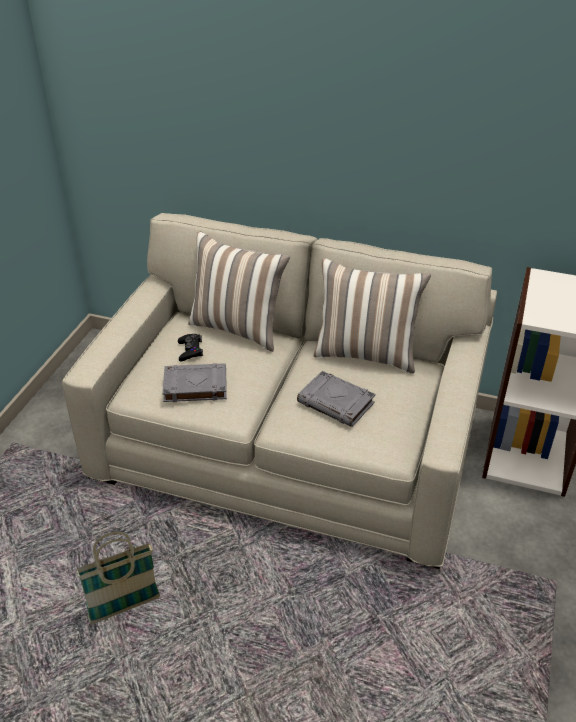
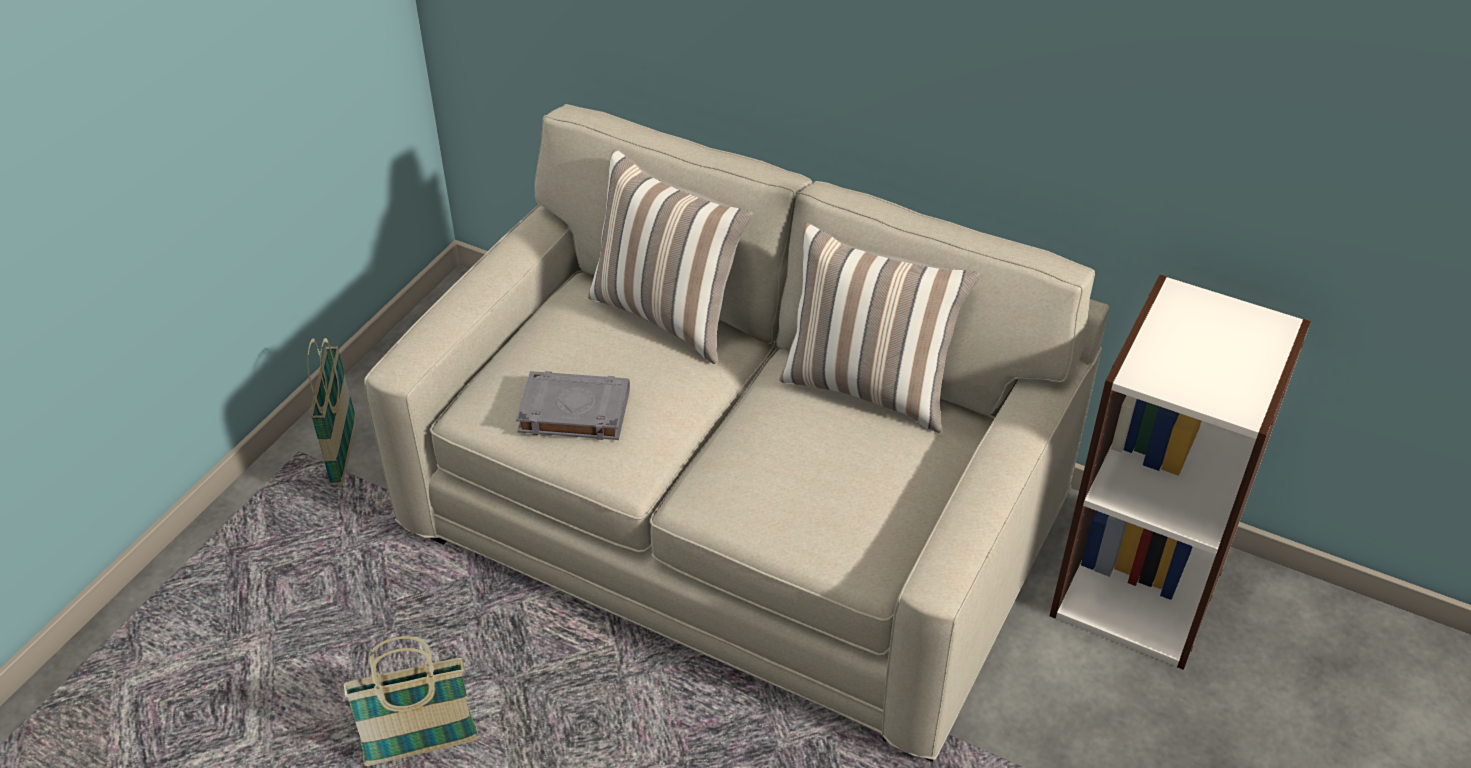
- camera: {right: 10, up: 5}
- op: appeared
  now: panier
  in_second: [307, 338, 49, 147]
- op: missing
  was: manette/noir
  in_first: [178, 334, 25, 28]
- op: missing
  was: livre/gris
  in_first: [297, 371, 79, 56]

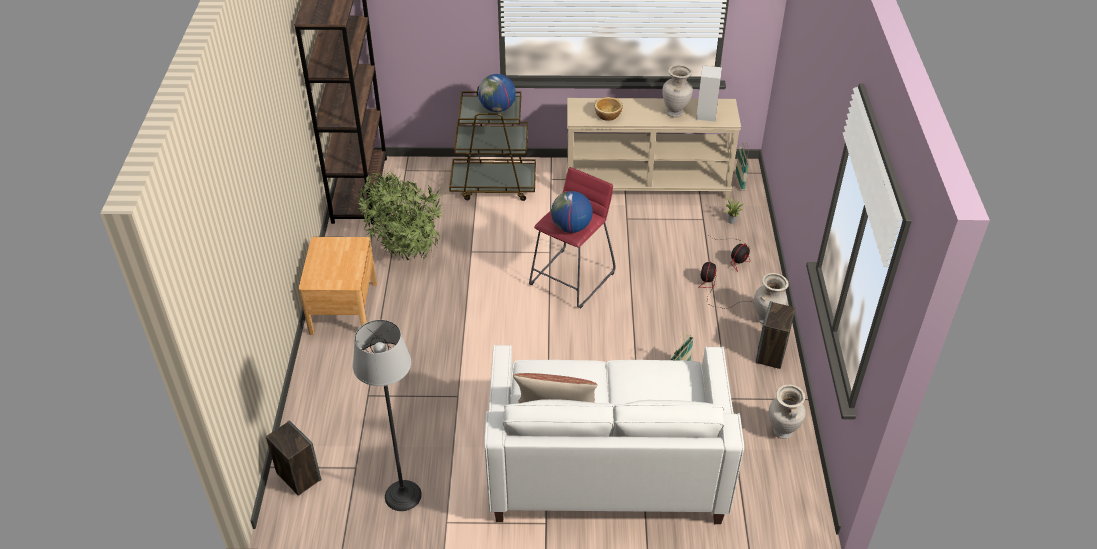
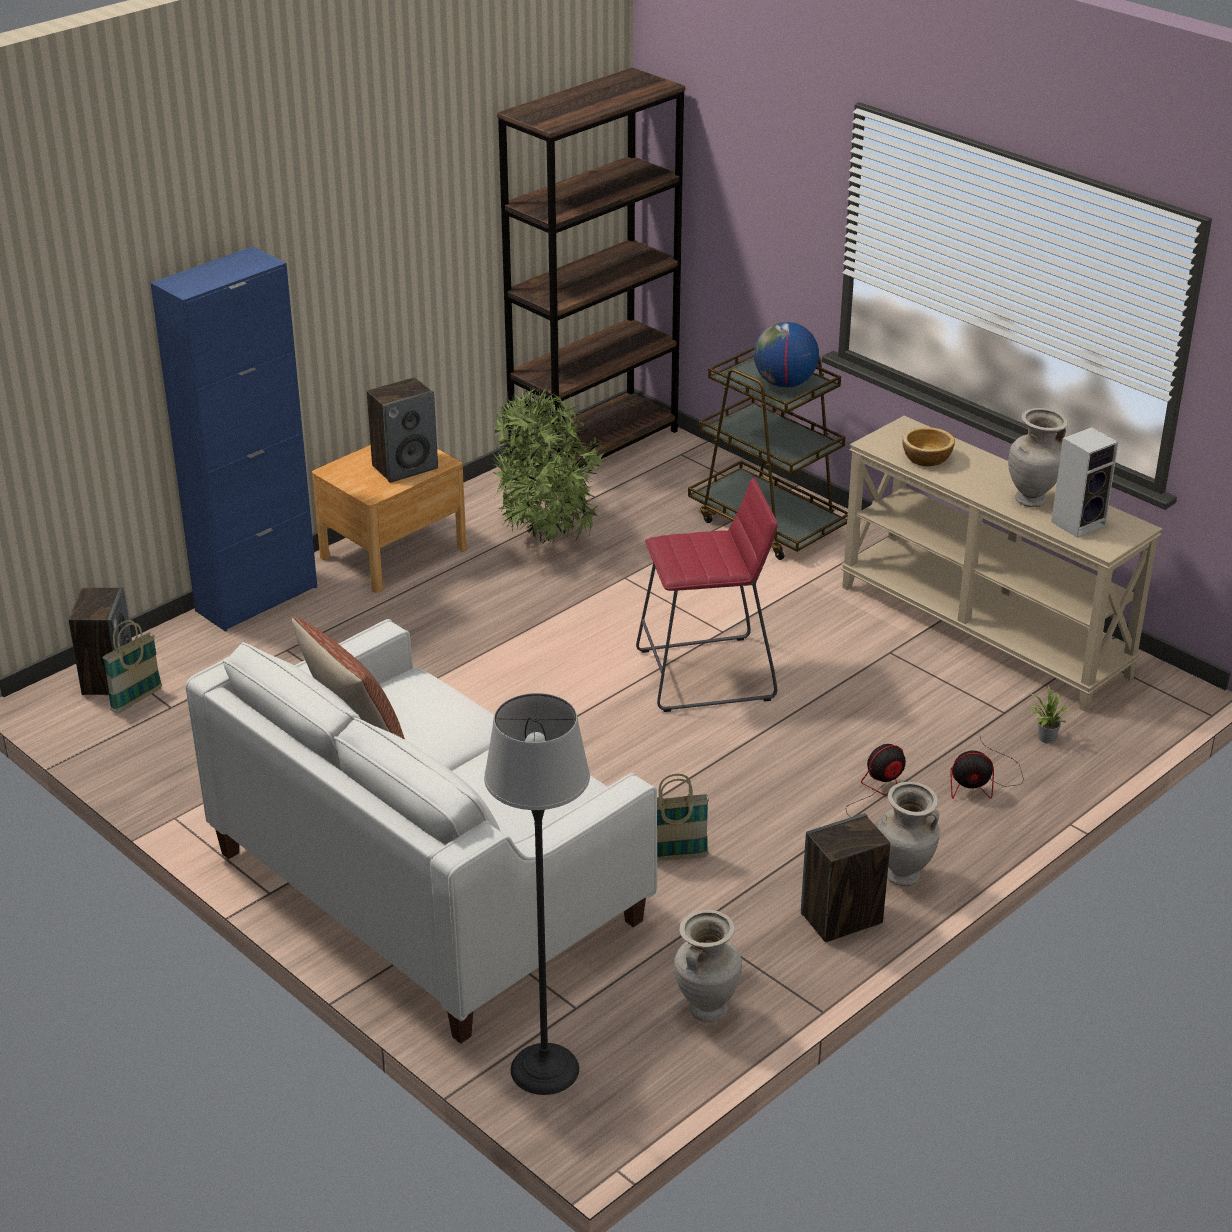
- camera: {right: 45, up: -10}
- op: relocated
  was: panier
  in_first: [735, 143, 14, 48]
  in_second: [102, 620, 60, 93]
- op: appeared
  now: meuble de rangement/bleu
  in_second: [150, 247, 167, 385]
- op: appeared
  now: enceinte
  in_second: [367, 377, 71, 106]
- op: relocated
  was: lampadaire
  in_first: [353, 320, 69, 191]
  in_second: [484, 693, 106, 402]
- op: missing
  was: globe
  in_first: [551, 191, 42, 42]

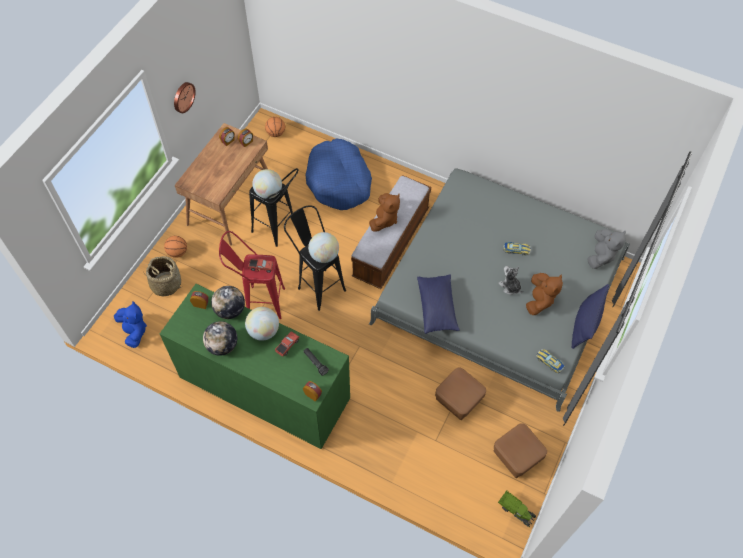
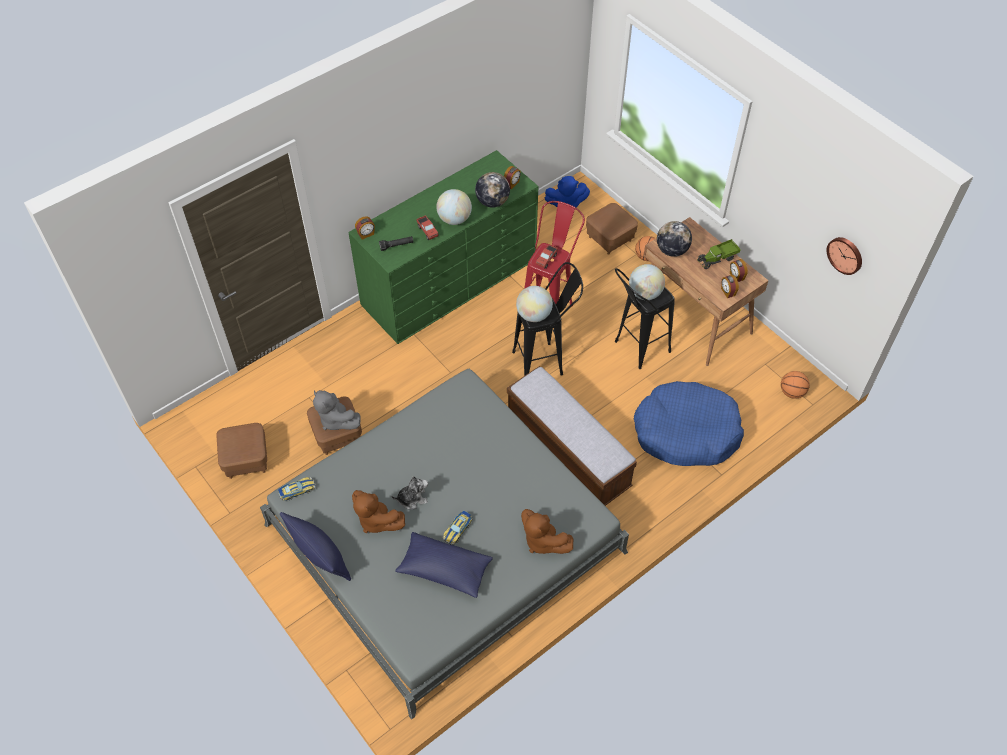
- camera: {right: 115, up: -5}
- op: relocated
  was: peluche/gris
  in_first: [588, 229, 38, 40]
  in_second: [313, 390, 48, 40]
- op: relocated
  was: coussin/bleu
  in_first: [417, 274, 42, 60]
  in_second: [395, 532, 98, 66]
- op: relocated
  was: peluche/marron
  in_first: [369, 193, 31, 39]
  in_second: [521, 509, 52, 45]
- op: exchanged
  was: panier
  now: pouf/marron
  in_first: [145, 256, 36, 41]
  in_second: [586, 203, 52, 52]
- op: relocated
  was: globe
  in_first: [203, 321, 34, 35]
  in_second: [657, 221, 35, 36]
- op: relocated
  was: camion jouet
  in_first: [498, 490, 38, 37]
  in_second: [698, 239, 43, 30]
- op: relocated
  was: horloge murale
  in_first: [174, 82, 22, 31]
  in_second: [827, 237, 35, 38]

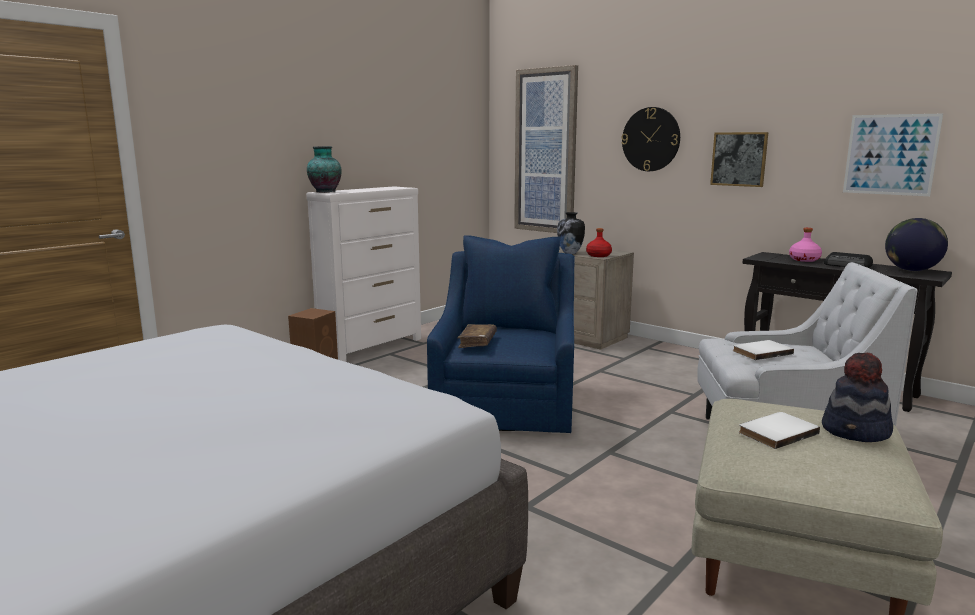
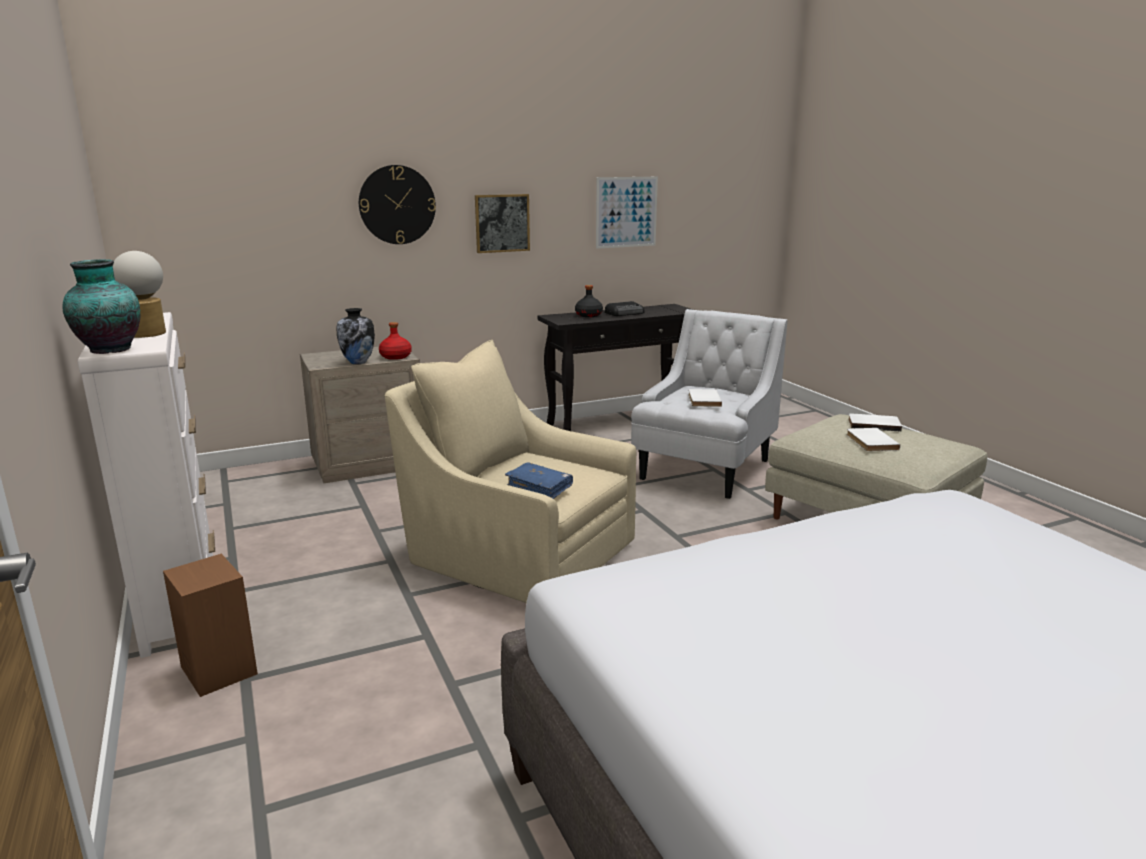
- camera: {right: -65, up: 5}
- op: appeared
  now: lampe de table
  in_second: [113, 251, 53, 87]
- op: colour
  was: fauteuil/bleu
  now: fauteuil/beige
  in_first: [427, 236, 148, 197]
  in_second: [384, 340, 252, 263]
- op: colour
  was: livre/marron
  now: livre/bleu
  in_first: [457, 324, 40, 24]
  in_second: [505, 462, 68, 37]
- op: colour
  was: bouteille/rose
  now: bouteille/noir
  in_first: [789, 228, 33, 34]
  in_second: [575, 285, 28, 32]
- op: exchanged
  was: chapeau
  now: livre/blanc
  in_first: [822, 353, 71, 89]
  in_second: [848, 413, 54, 19]
- op: missing
  was: tableau
  in_first: [514, 65, 64, 168]
- op: missing
  was: globe
  in_first: [885, 218, 63, 53]

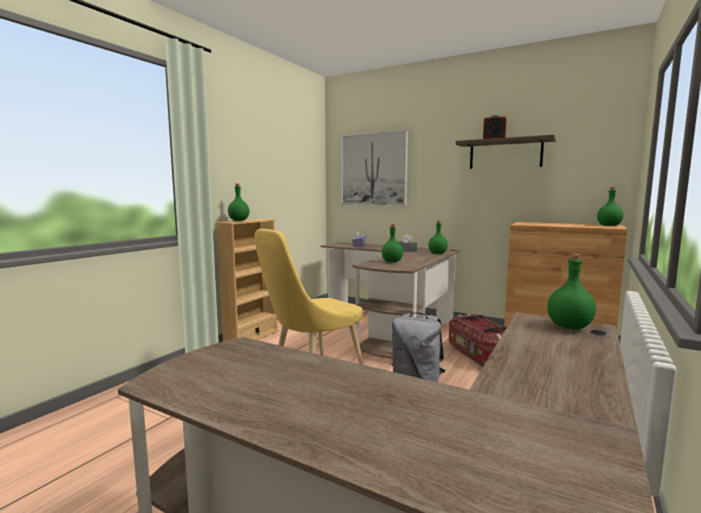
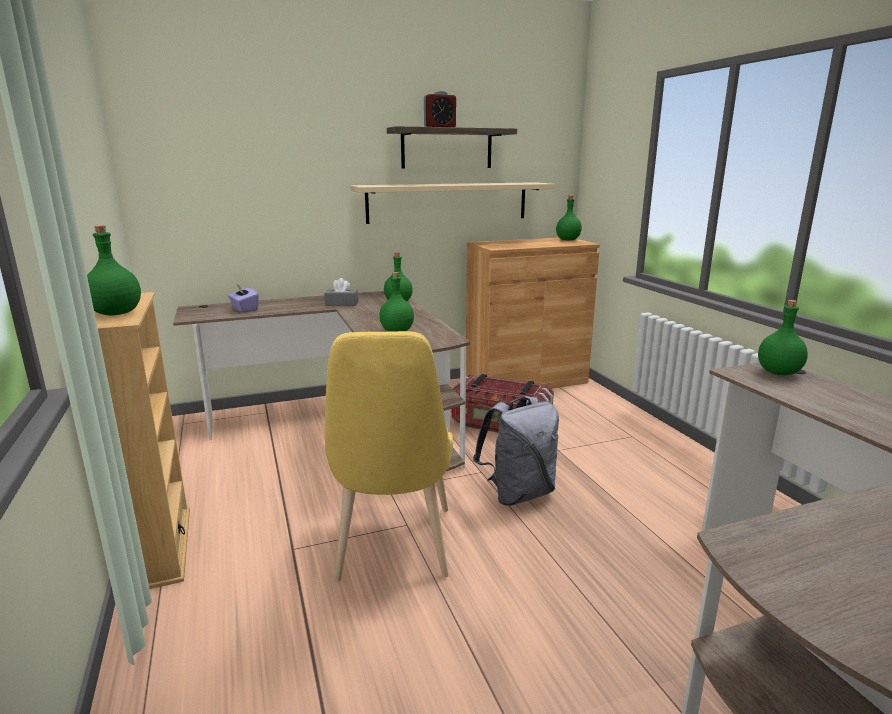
- camera: {right: -50, up: 10}
- op: appeared
  now: étagère/beige
  in_second: [350, 182, 205, 42]
- op: missing
  was: tableau
  in_first: [341, 130, 67, 77]

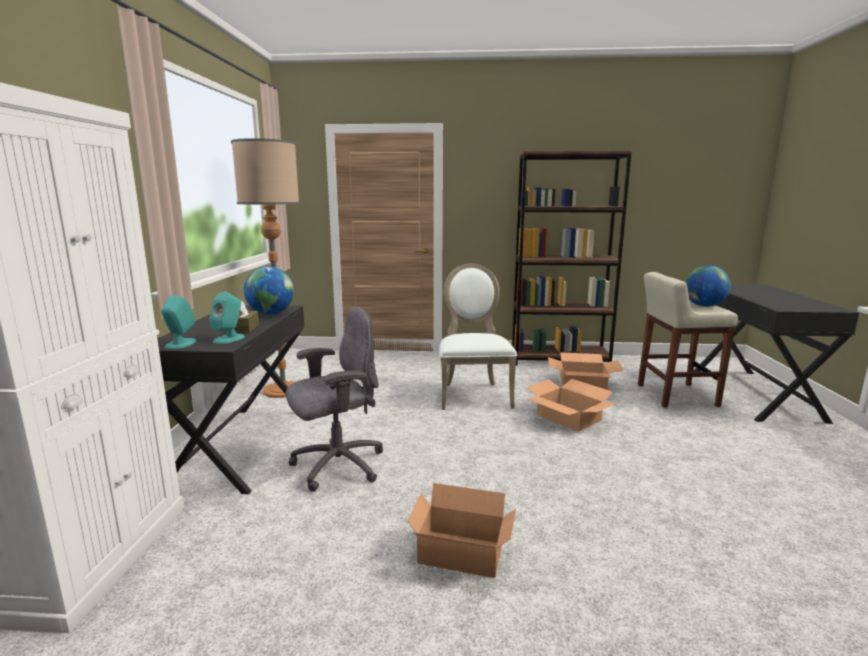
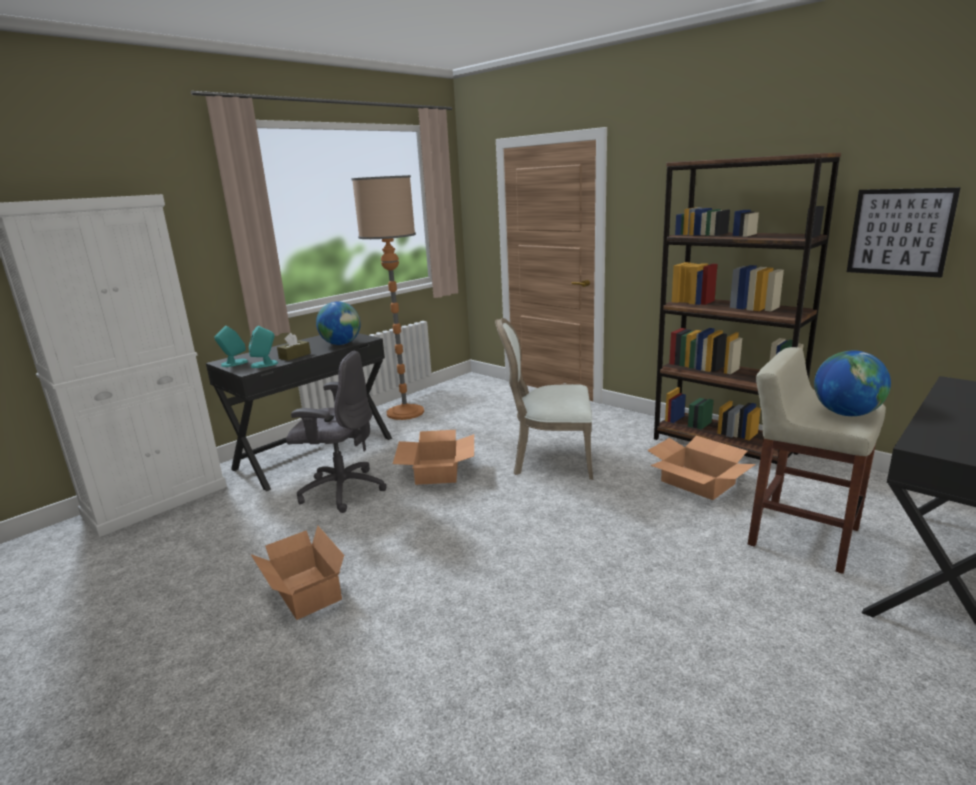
- camera: {right: 40, up: 5}
- op: relocated
  was: carton
  in_first: [526, 379, 92, 53]
  in_second: [393, 430, 81, 55]
- op: spun
  was: chaise/blanc
  in_first: [439, 263, 78, 147]
  in_second: [495, 318, 98, 162]
  clockwise: -120
- op: appeared
  now: tableau
  in_second: [847, 188, 113, 90]

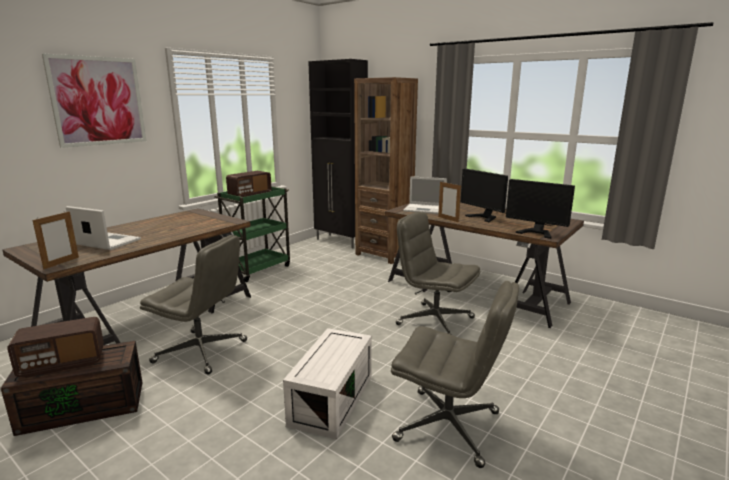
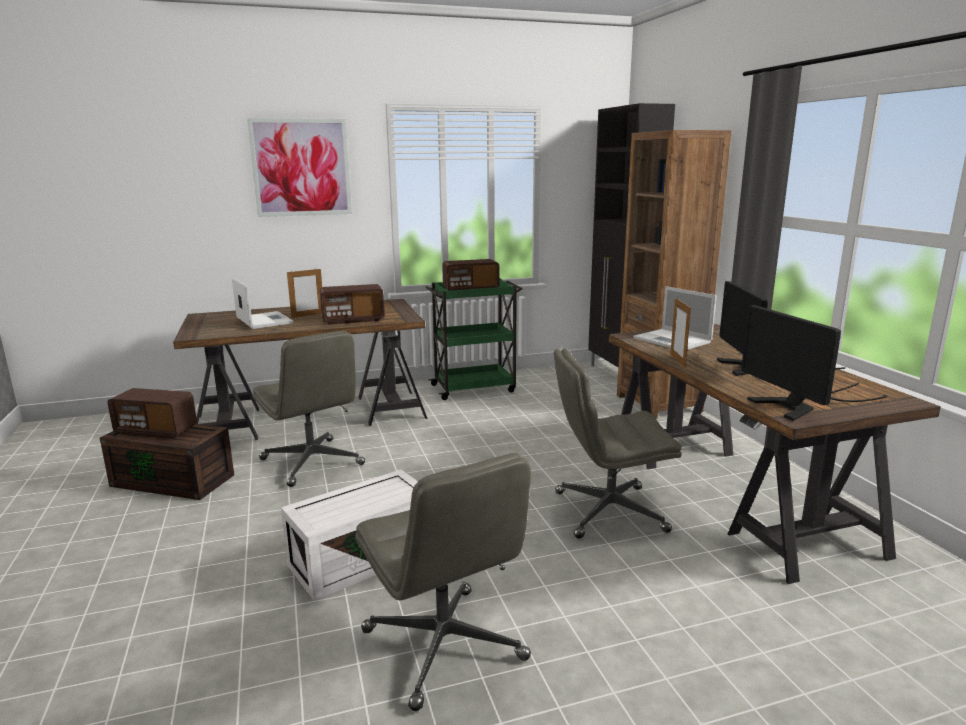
- camera: {right: 35, up: 0}
- op: relocated
  was: cadre photo
  in_first: [32, 211, 47, 58]
  in_second: [287, 268, 35, 50]
- op: appeared
  now: radio
  in_second: [320, 284, 65, 40]
- op: spun
  was: chaise de bureau/gris
  in_first: [396, 212, 84, 122]
  in_second: [554, 348, 127, 191]
  clockwise: -75

